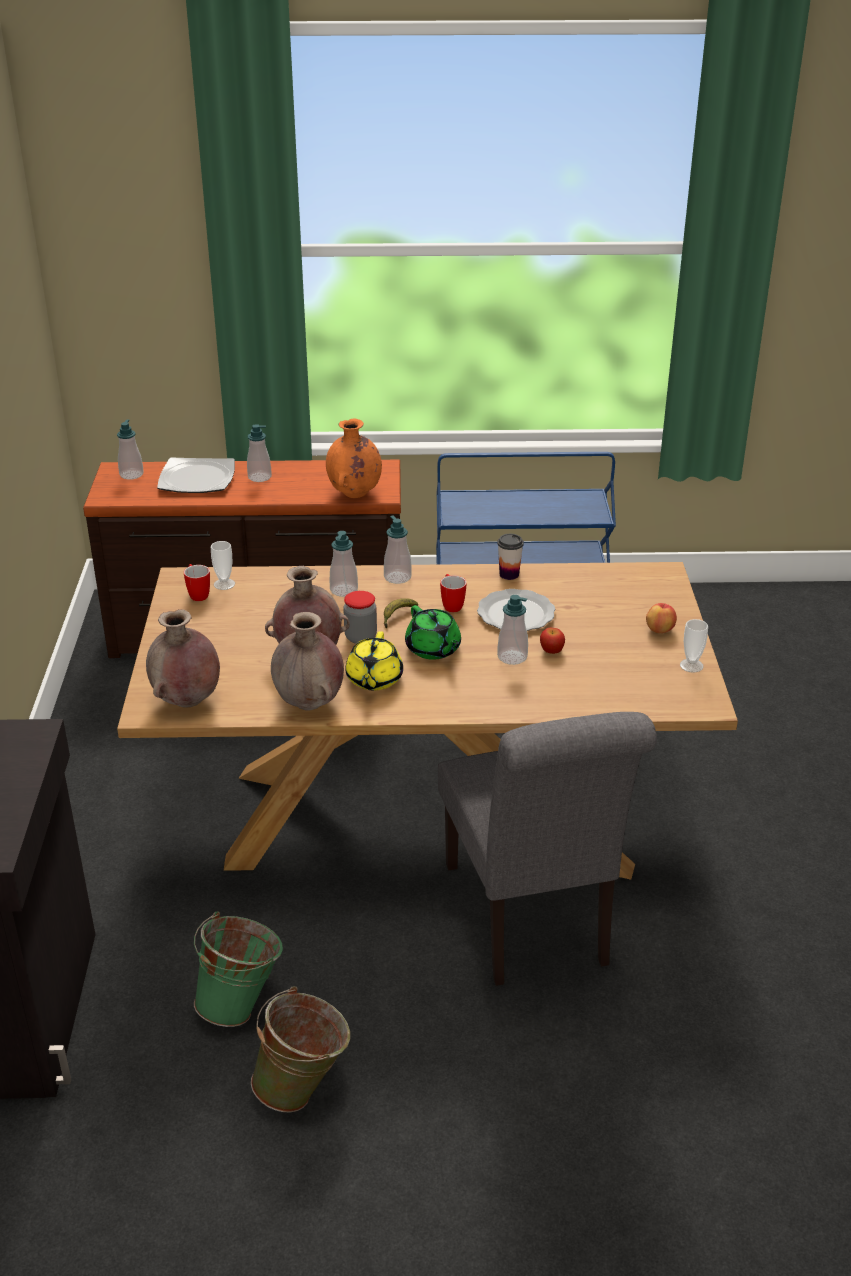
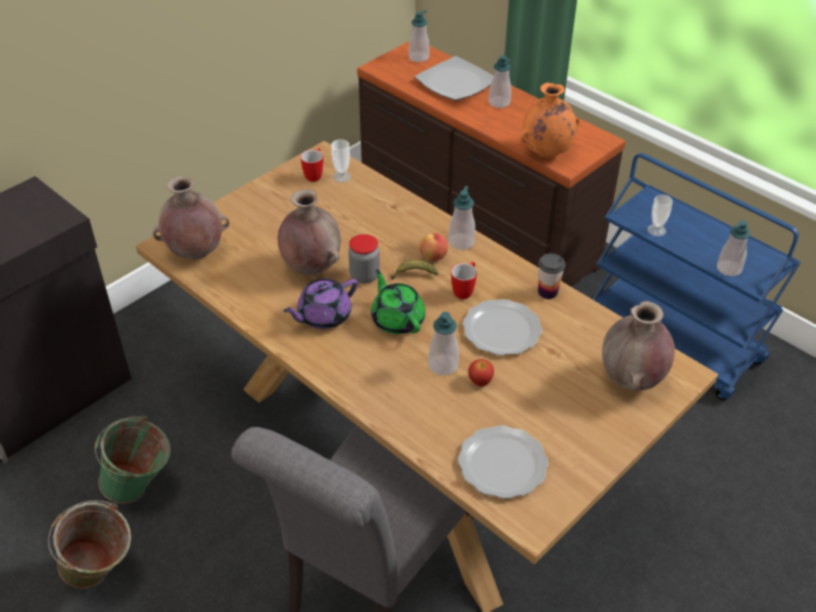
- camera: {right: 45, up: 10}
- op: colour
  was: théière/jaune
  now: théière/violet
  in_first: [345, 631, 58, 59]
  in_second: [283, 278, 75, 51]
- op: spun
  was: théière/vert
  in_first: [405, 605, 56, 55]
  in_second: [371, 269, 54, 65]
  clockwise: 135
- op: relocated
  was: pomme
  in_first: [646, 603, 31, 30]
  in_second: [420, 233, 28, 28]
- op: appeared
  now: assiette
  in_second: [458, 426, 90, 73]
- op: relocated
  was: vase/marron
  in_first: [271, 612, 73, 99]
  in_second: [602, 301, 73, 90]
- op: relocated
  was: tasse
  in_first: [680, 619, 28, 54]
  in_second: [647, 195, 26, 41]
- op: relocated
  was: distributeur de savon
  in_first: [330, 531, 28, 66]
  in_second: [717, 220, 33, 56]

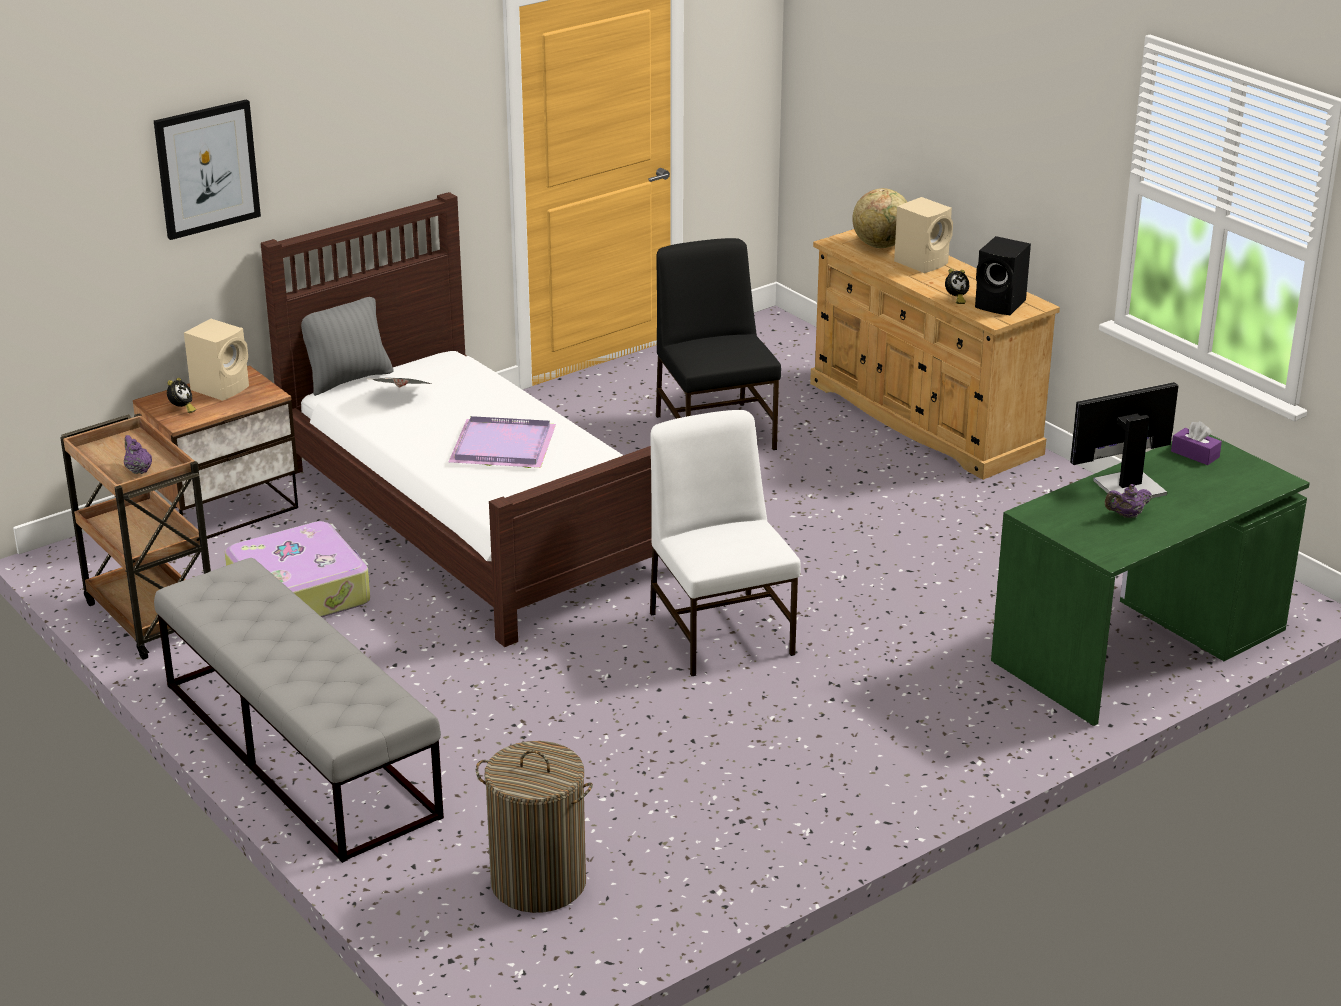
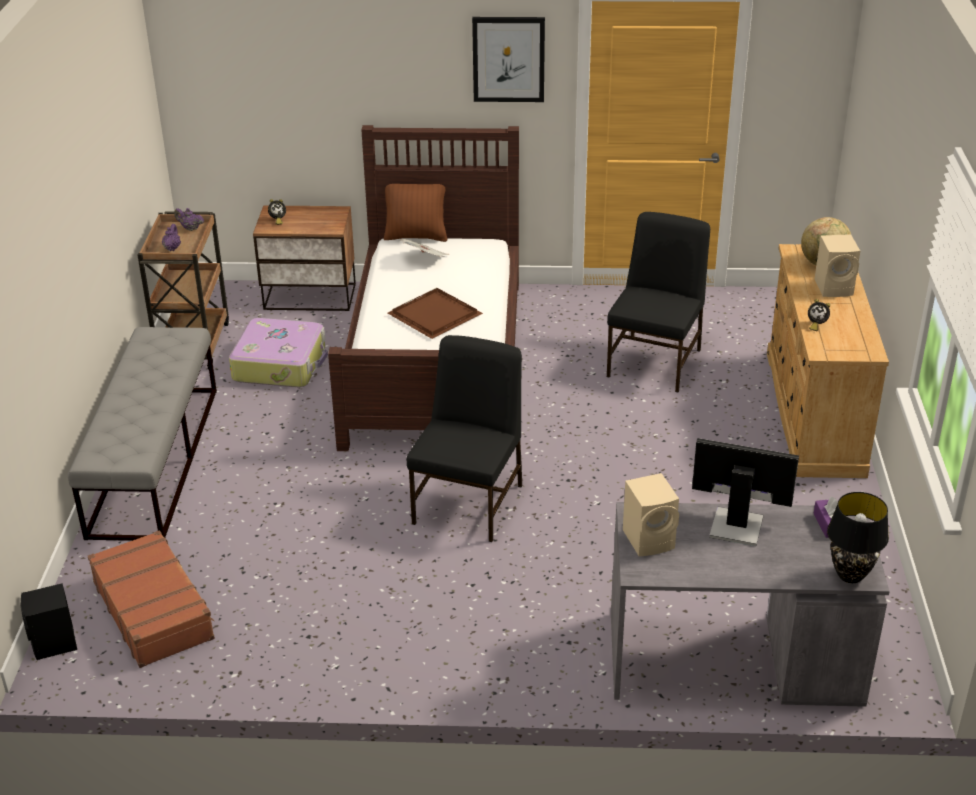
- camera: {right: 40, up: 5}
- op: relocated
  was: enceinte/noir
  in_first: [975, 236, 56, 79]
  in_second: [20, 583, 57, 77]
- op: exchanged
  was: panier à linge
  now: valise/marron
  in_first: [476, 741, 117, 172]
  in_second: [88, 530, 127, 138]
- op: relocated
  was: théière/violet
  in_first: [1105, 484, 47, 34]
  in_second: [174, 208, 30, 23]
- op: colour
  was: coussin/gris
  now: coussin/marron
  in_first: [301, 297, 93, 99]
  in_second: [384, 184, 64, 58]
- op: colour
  was: plateau/violet
  now: plateau/marron
  in_first: [449, 416, 107, 52]
  in_second: [388, 288, 95, 51]
- op: colour
  was: chaise/blanc
  now: chaise/noir
  in_first: [650, 410, 151, 266]
  in_second: [407, 335, 115, 207]
- op: relocated
  was: tableau
  in_first: [154, 99, 107, 141]
  in_second: [472, 17, 73, 85]
- op: colour
  was: bureau/vert
  now: bureau/gris
  in_first: [991, 434, 319, 292]
  in_second: [611, 502, 279, 205]
- op: relocated
  was: enceinte/beige
  in_first: [184, 319, 65, 82]
  in_second: [623, 473, 56, 83]
- op: appeared
  now: lampe de table/noir
  in_second: [827, 492, 62, 91]

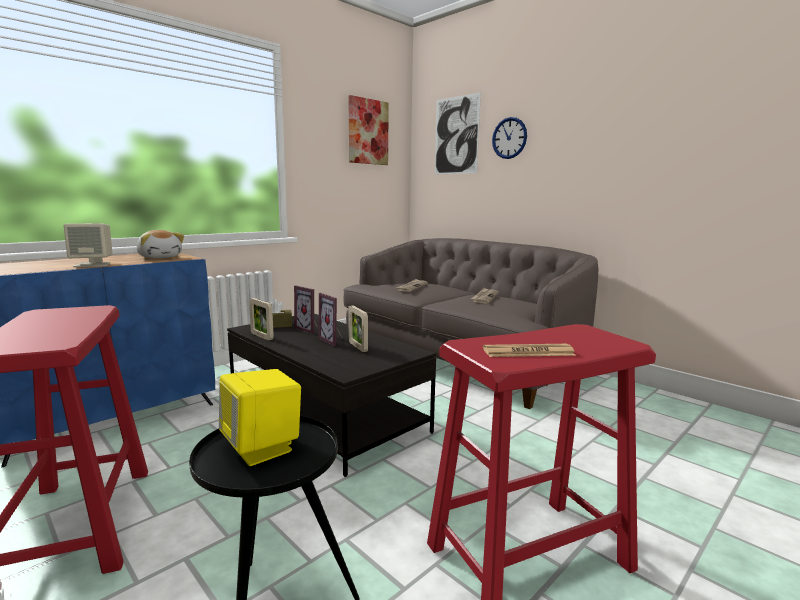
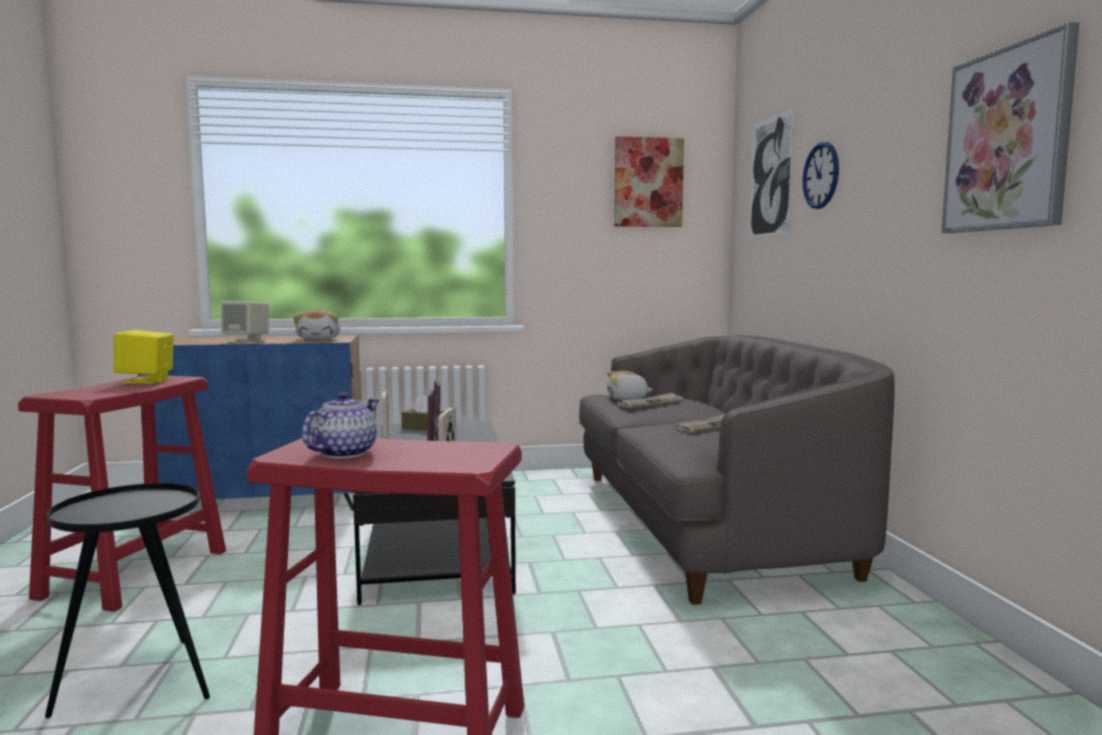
- camera: {right: 35, up: -5}
- op: relocated
  was: enceinte/jaune
  in_first: [219, 369, 82, 97]
  in_second: [114, 330, 59, 54]
- op: exchanged
  was: journal
  now: théière
  in_first: [483, 344, 93, 13]
  in_second: [302, 392, 77, 66]
- op: appeared
  now: peluche
  in_second: [607, 371, 46, 29]
- op: appeared
  now: tableau
  in_second: [942, 22, 137, 211]

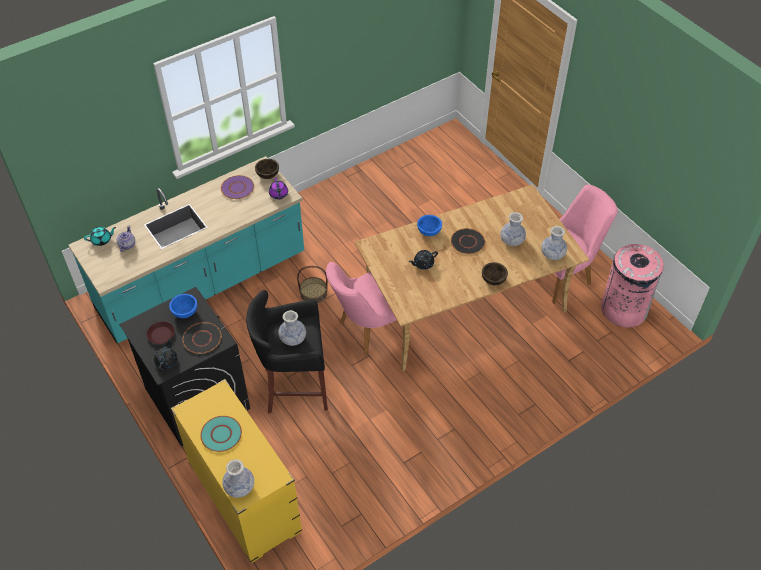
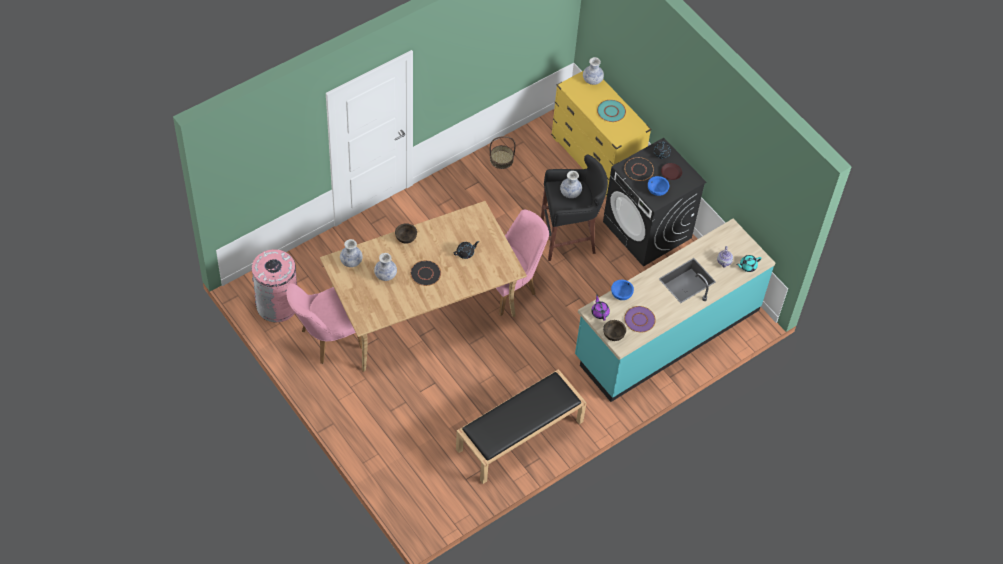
- camera: {right: 175, up: 5}
- op: appeared
  now: banc/noir
  in_second: [456, 369, 131, 115]
- op: relocated
  was: panier
  in_first: [297, 266, 31, 38]
  in_second: [490, 136, 26, 33]
- op: relocated
  was: bol/bleu
  in_first: [417, 215, 25, 21]
  in_second: [611, 280, 23, 20]

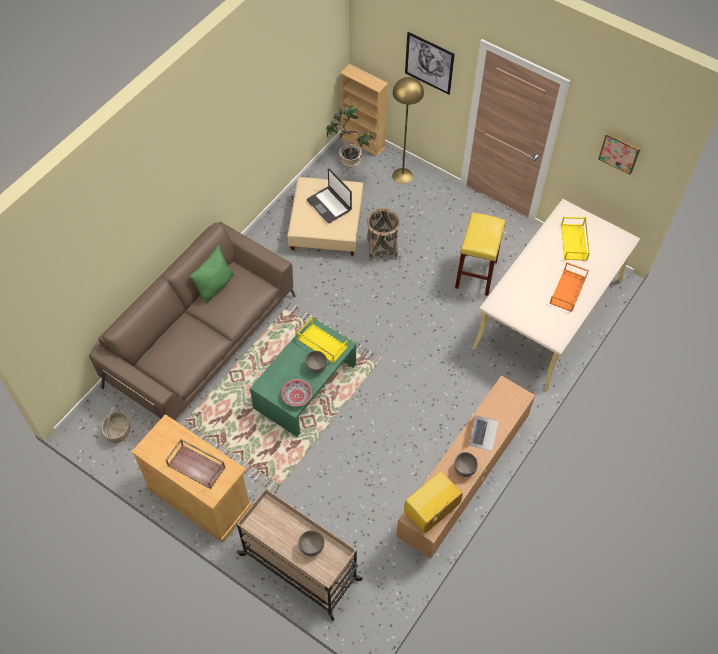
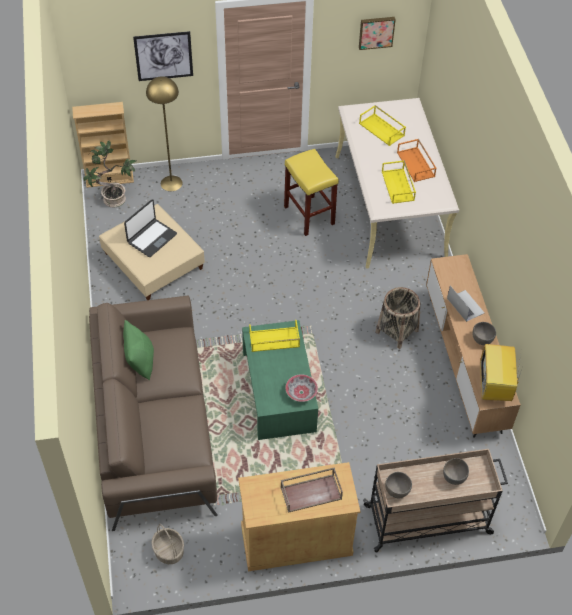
- camera: {right: -45, up: -5}
- op: spun
  was: ordinateur portable
  in_first: [307, 169, 45, 54]
  in_second: [124, 199, 53, 58]
  clockwise: -60
- op: relocated
  was: panier
  in_first: [367, 208, 33, 53]
  in_second: [376, 287, 44, 62]
- op: appeared
  now: plateau/jaune
  in_second: [382, 160, 34, 44]
- op: relocated
  was: bol/gris
  in_first: [305, 351, 22, 22]
  in_second: [385, 472, 27, 26]

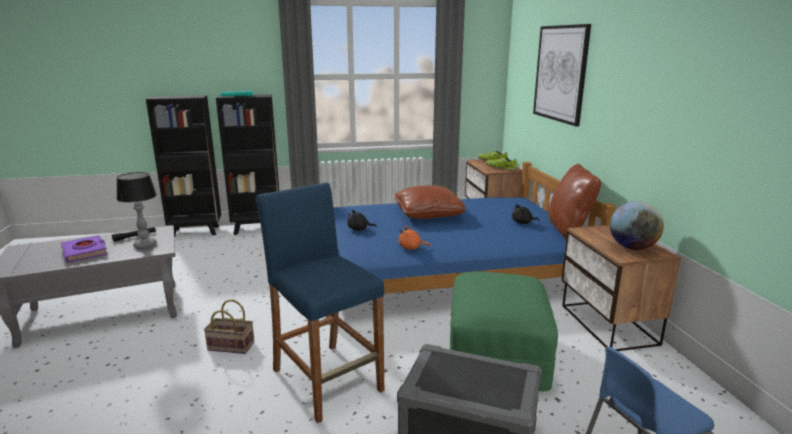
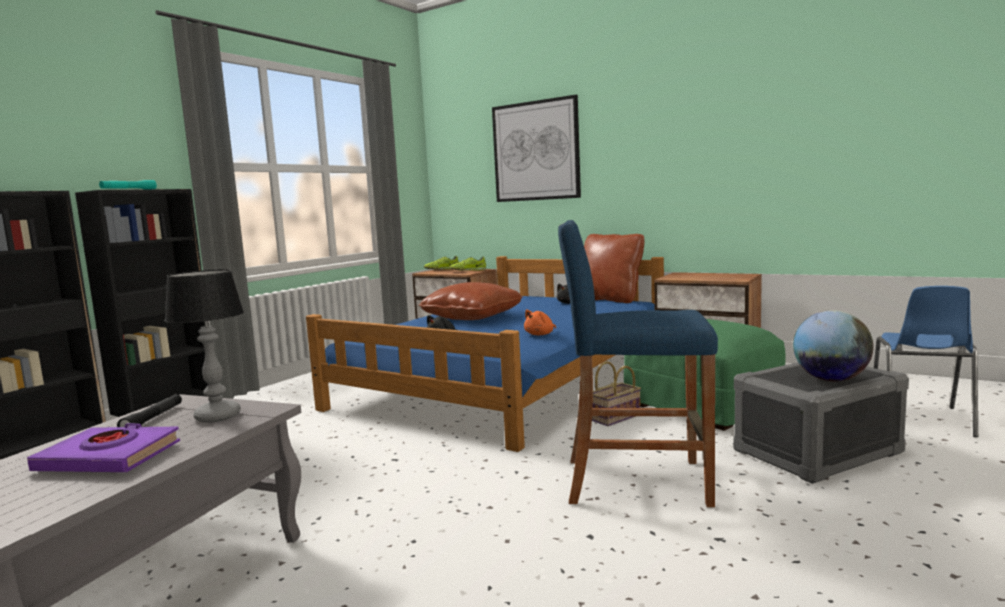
- camera: {right: -45, up: -10}
- op: relocated
  was: panier
  in_first: [204, 300, 50, 54]
  in_second: [592, 361, 49, 65]
- op: relocated
  was: globe
  in_first: [610, 201, 54, 49]
  in_second: [793, 310, 80, 71]

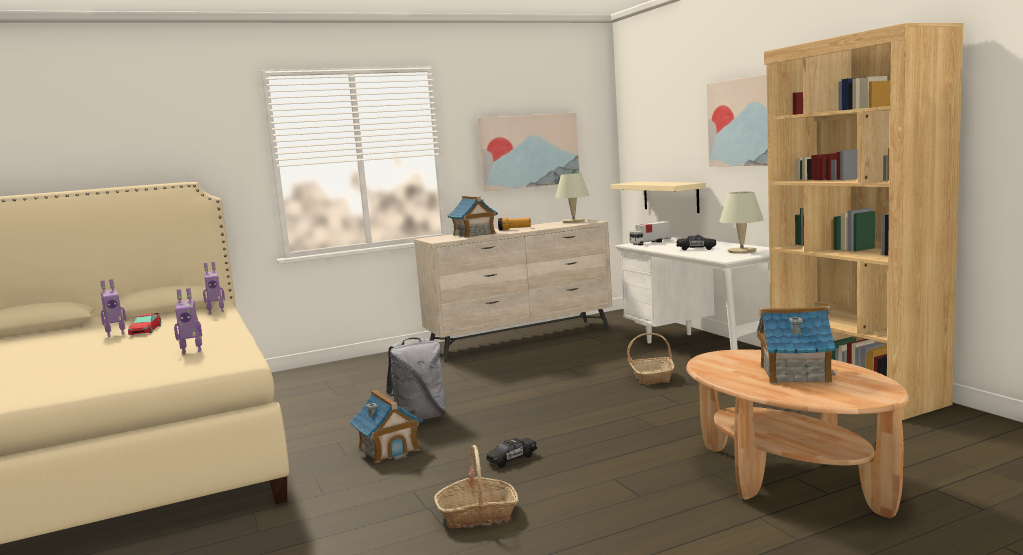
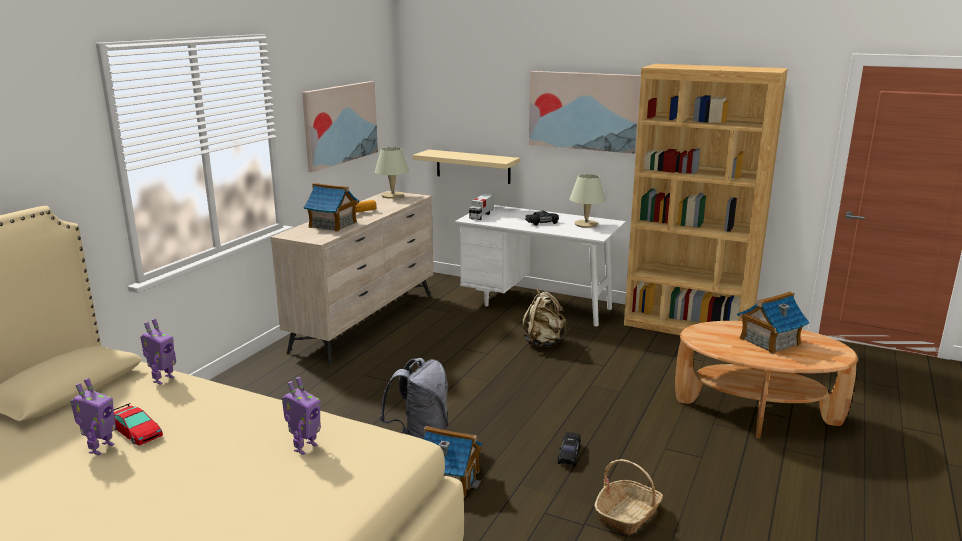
- camera: {right: -40, up: 10}
- op: exchanged
  was: panier
  now: sac à dos/beige
  in_first: [627, 333, 47, 51]
  in_second: [522, 288, 44, 59]

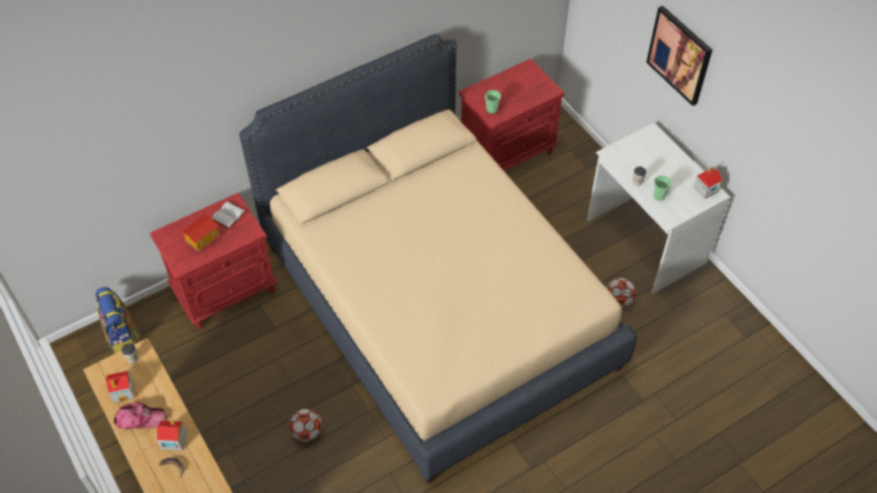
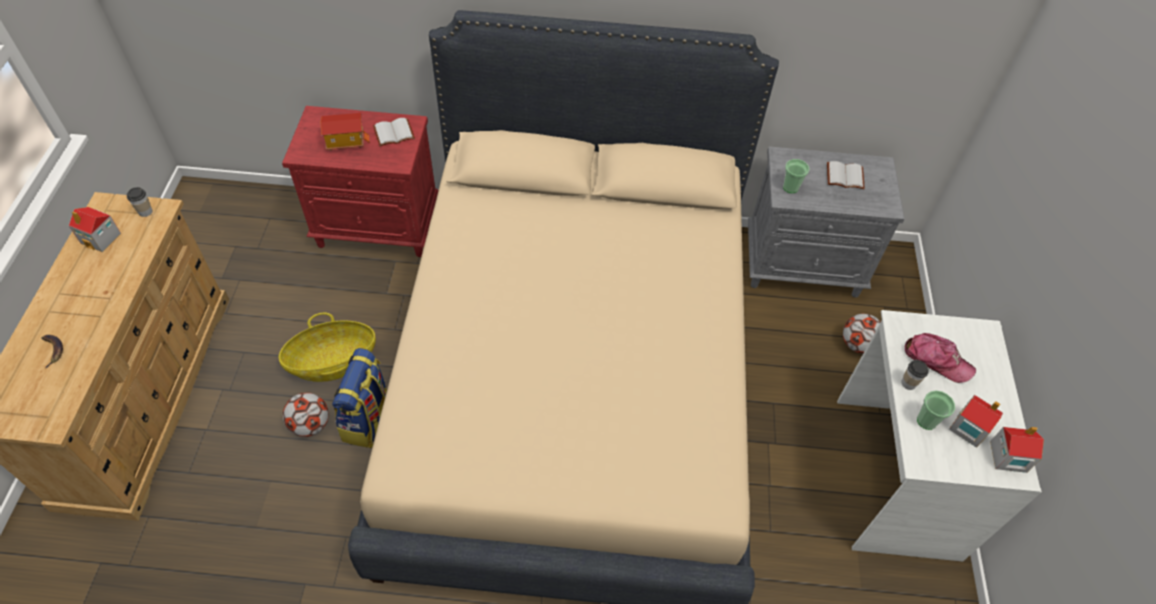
- camera: {right: 35, up: 0}
- op: appeared
  now: panier
  in_second: [278, 313, 98, 69]
- op: relocated
  was: sac à dos
  in_first: [95, 287, 46, 67]
  in_second: [332, 348, 55, 100]
- op: colour
  was: table de chevet/rouge
  now: table de chevet/gris
  in_first: [459, 58, 106, 113]
  in_second: [748, 147, 156, 151]
- op: appeared
  now: livre/blanc
  in_second: [827, 161, 38, 28]
- op: relocated
  was: ballon de foot
  in_first: [606, 278, 30, 30]
  in_second: [843, 314, 38, 40]
- op: relocated
  was: casquette
  in_first: [114, 403, 51, 26]
  in_second: [905, 333, 71, 50]
- op: relocated
  was: maison miniature
  in_first: [157, 420, 30, 30]
  in_second: [949, 395, 54, 53]
- op: missing
  was: tableau
  in_first: [646, 6, 66, 100]

